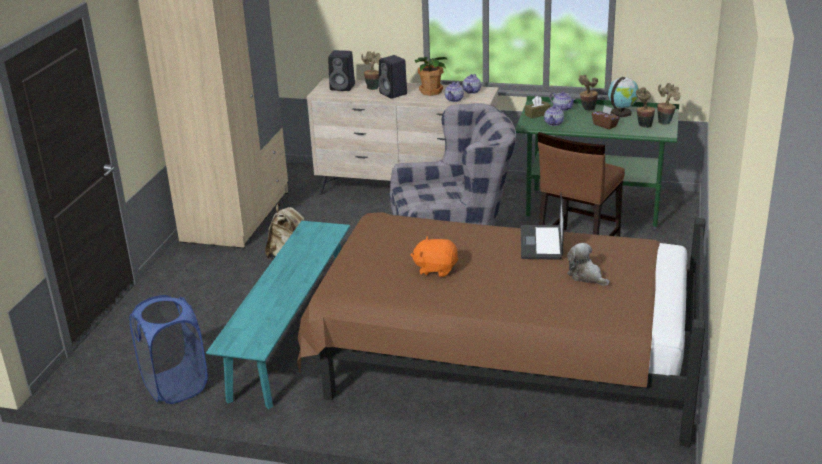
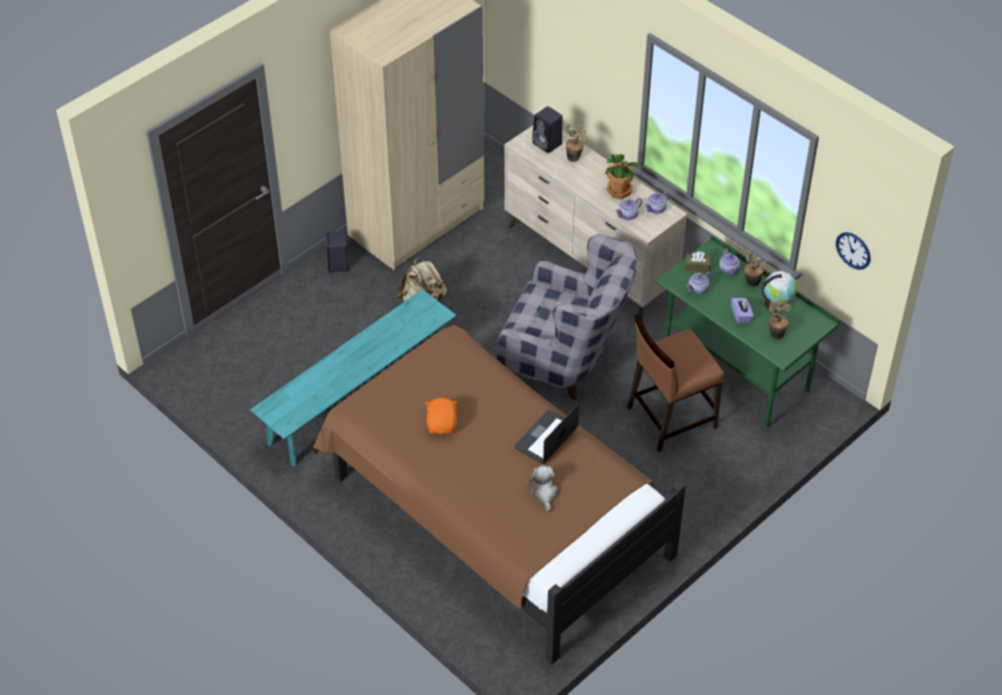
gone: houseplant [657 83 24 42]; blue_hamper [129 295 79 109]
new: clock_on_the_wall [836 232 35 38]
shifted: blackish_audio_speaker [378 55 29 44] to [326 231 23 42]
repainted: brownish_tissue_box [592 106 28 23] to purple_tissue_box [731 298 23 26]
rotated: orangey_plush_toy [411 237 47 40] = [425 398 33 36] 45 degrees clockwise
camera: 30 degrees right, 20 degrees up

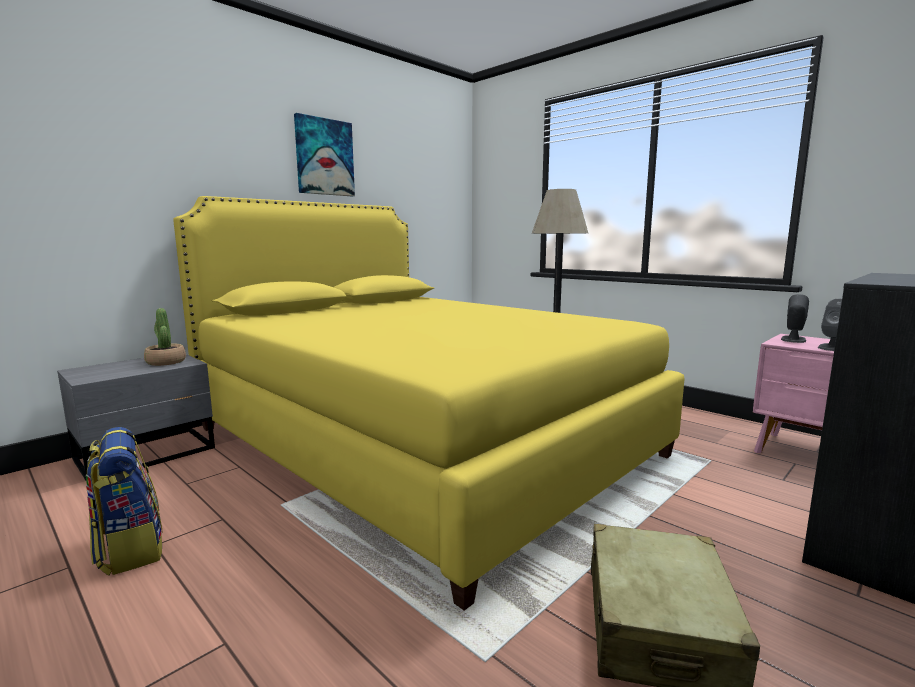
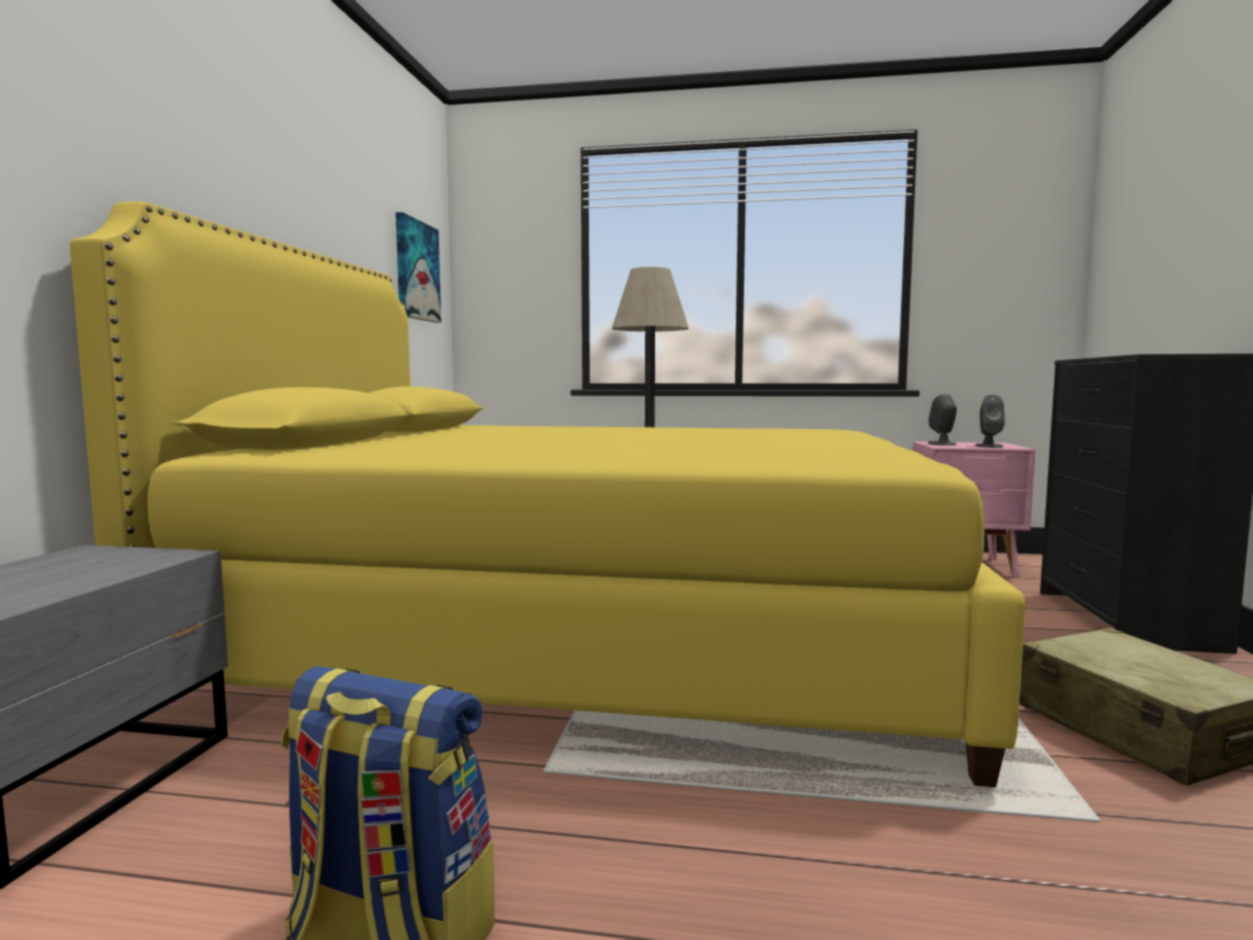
gone: houseplant [144 308 42 58]
shifted: wall_art [294 113 61 83] to [396 212 45 111]
camera: 35 degrees left, 5 degrees down

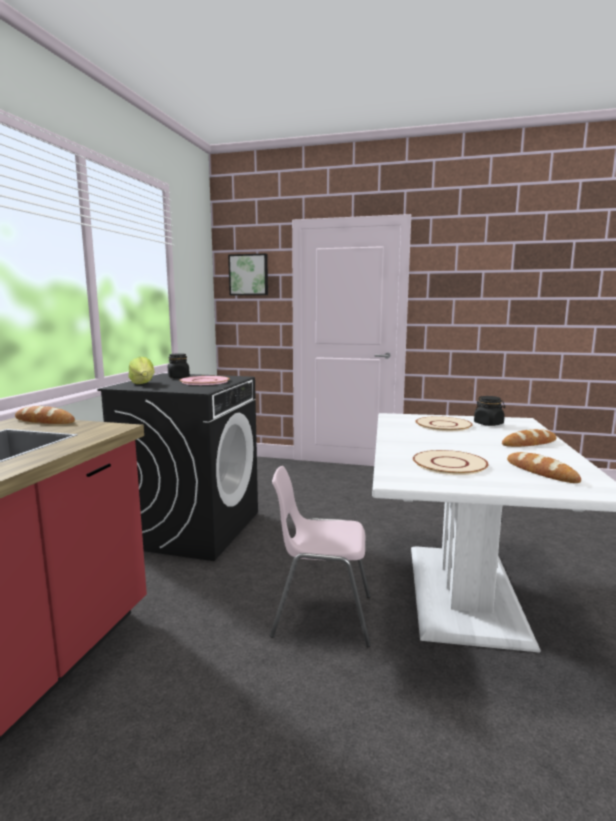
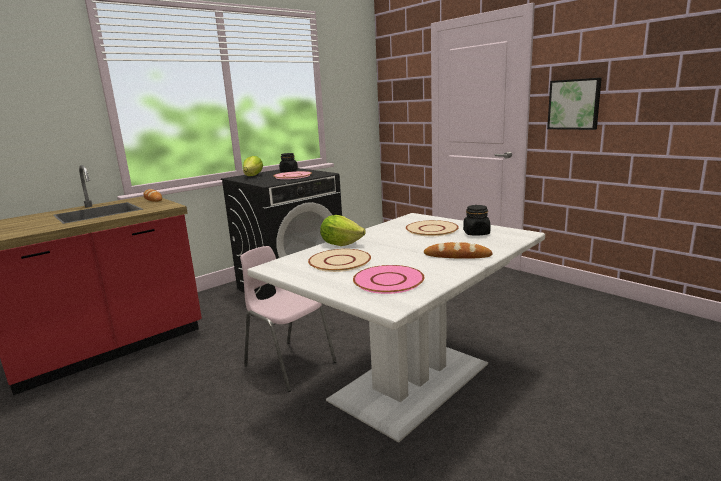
new: lettuce [320 215 46 31]
shifted: wall_art [228 254 40 41] to [547 78 55 52]
swapped: baked_bread [507 452 74 31] to pink-coloured_flat_dish [353 265 72 29]
camera: 35 degrees right, 5 degrees up

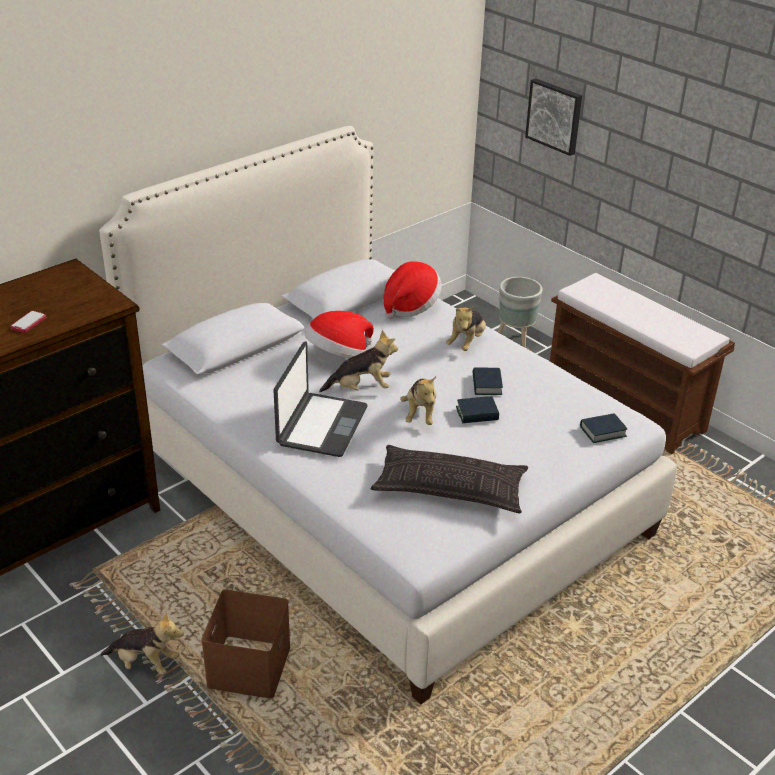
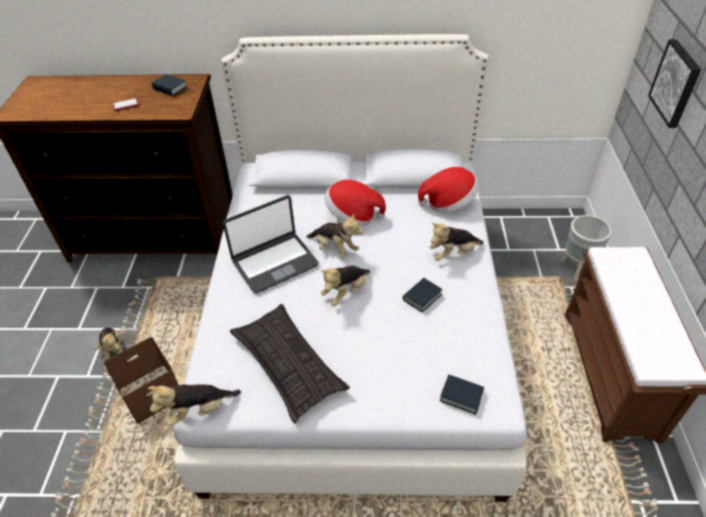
new: plush_toy [148 384 93 42]
shifted: bound_book [456 396 43 27] to [152 74 35 22]
camera: 45 degrees right, 10 degrees up

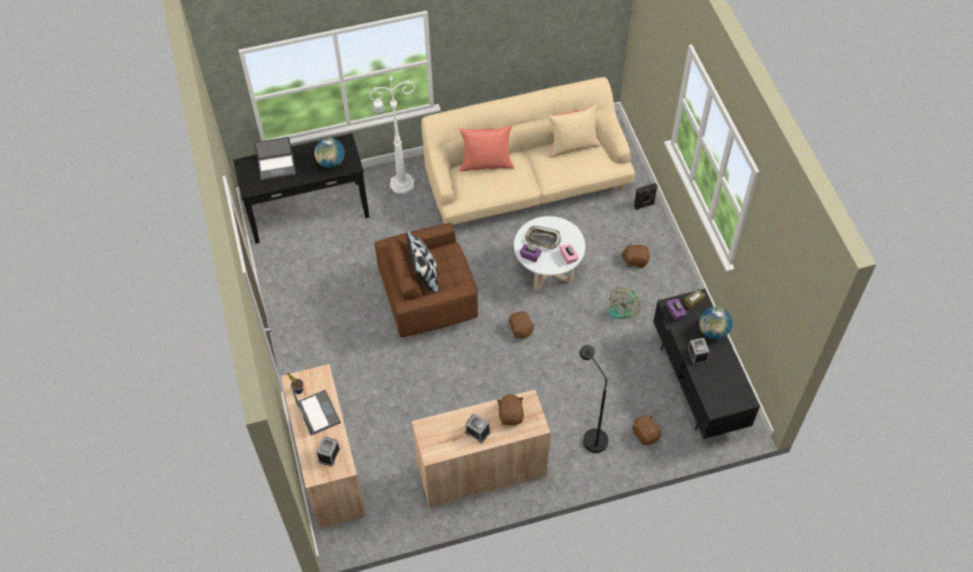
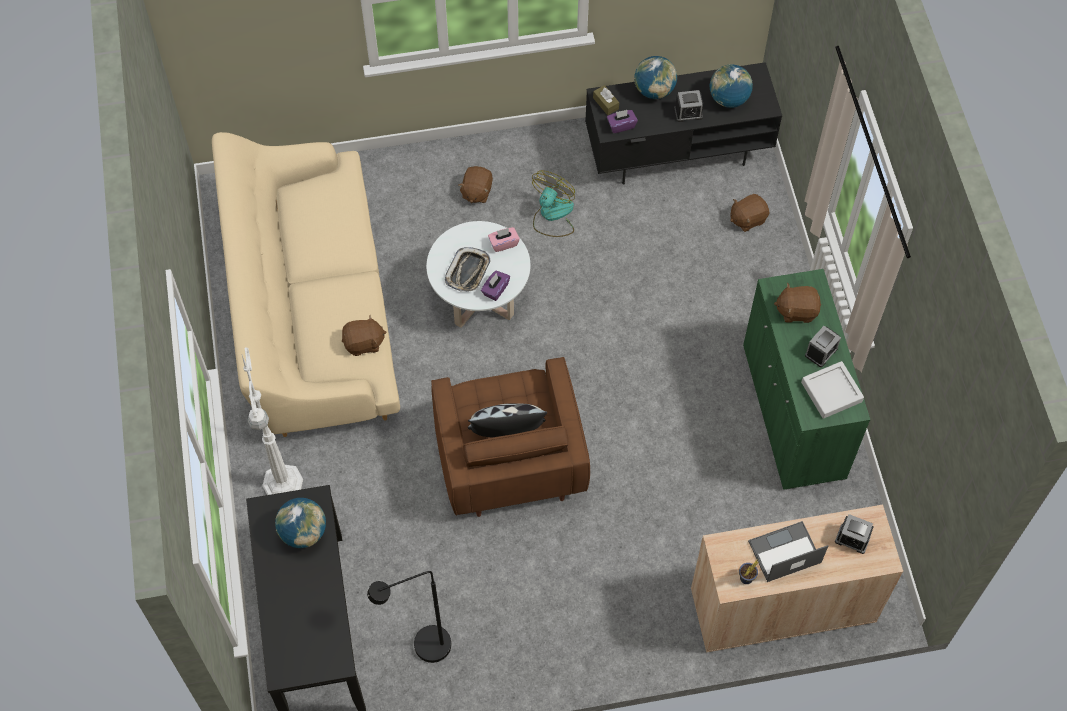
gone: sand-coloured_pillow [548 104 53 54]; red-coloured_pillow [459 126 55 45]; laptop [254 137 42 43]; blackish_audio_speaker [634 183 24 27]
new: desk_globe [710 64 43 44]; gray_carrying_tray [801 361 63 58]
shifted: brownish_plush_toy [509 311 26 28] to [342 314 45 42]; blackish_standard_lamp [580 345 29 108] to [367 571 84 92]
repainted: sand-coloured_cabinet [412 389 138 119] to green-coloured_cabinet [743 269 127 221]
rotated: electric_fan [608 287 33 32] = [532 170 43 67] 105 degrees counterclockwise
camera: 85 degrees left, 5 degrees up

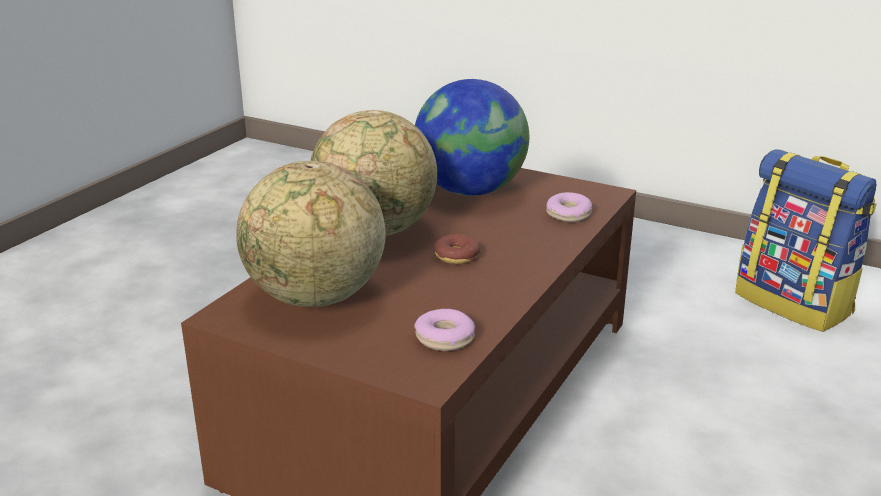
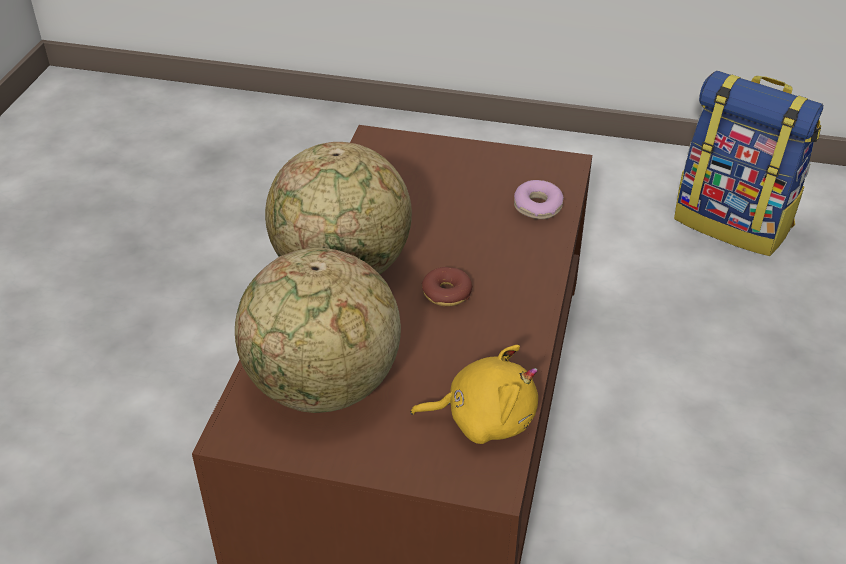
gone: desk_globe [415 79 114 117]
swapped: donut [414 309 61 42] to yellow-coloured_plush_toy [411 345 127 99]
camera: 15 degrees left, 15 degrees up

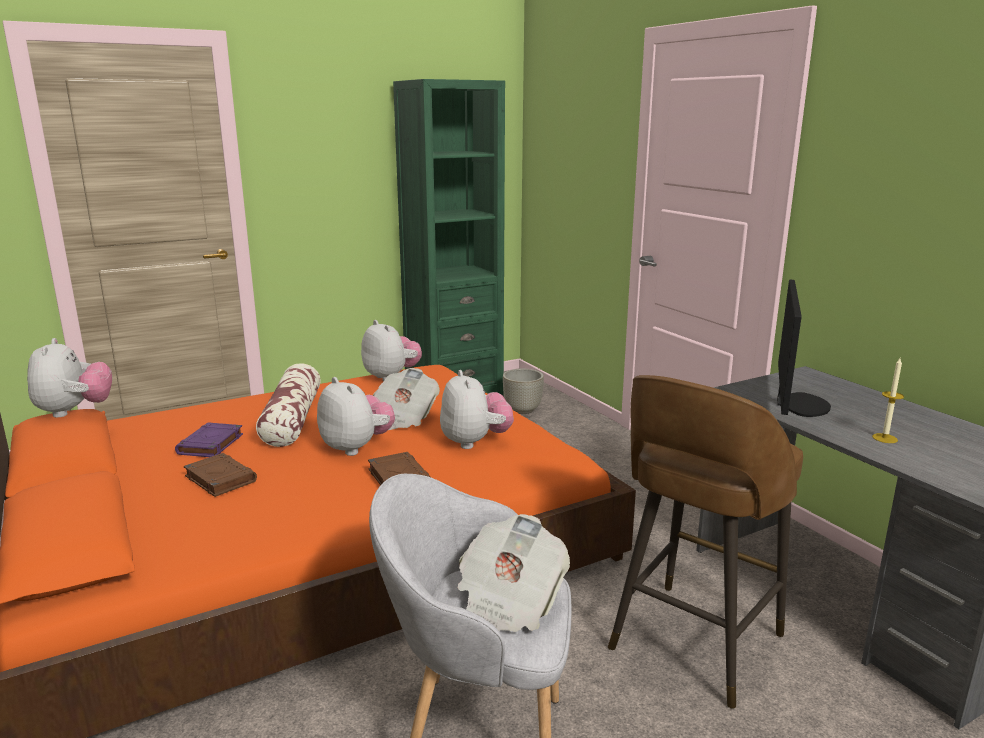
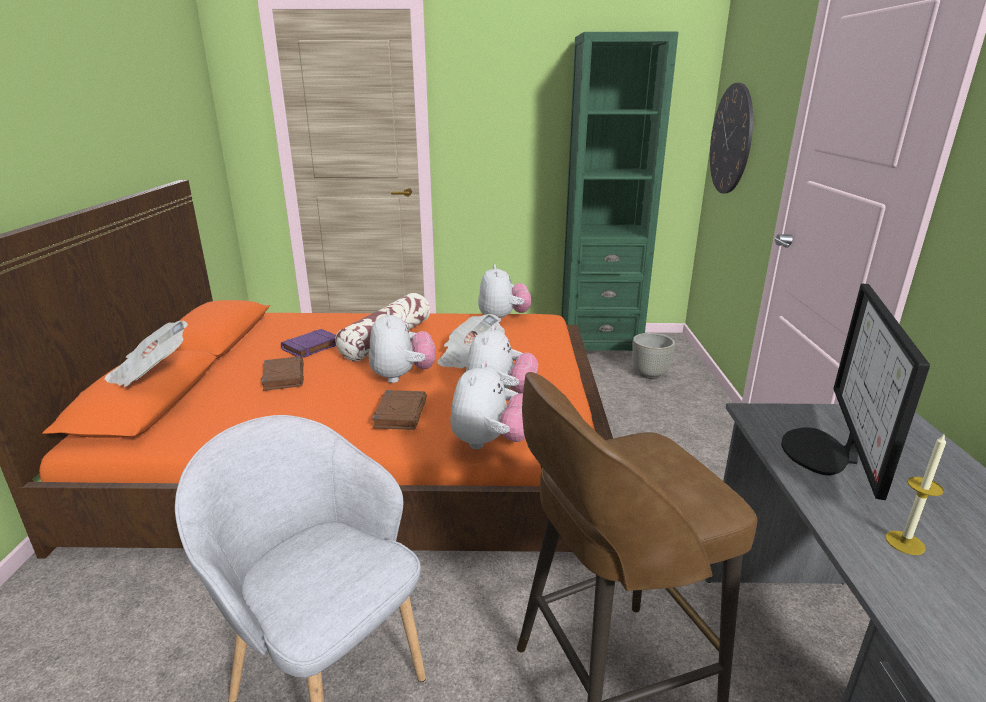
new: clock_on_the_wall [710 83 43 110]
shifted: plush_toy [27 338 85 79] to [451 361 74 88]; daily_paper [458 514 112 118] to [104 321 84 66]
rotated: computer_screen [777 280 54 137] = [781 283 149 217] 150 degrees clockwise
camera: 30 degrees right, 5 degrees up

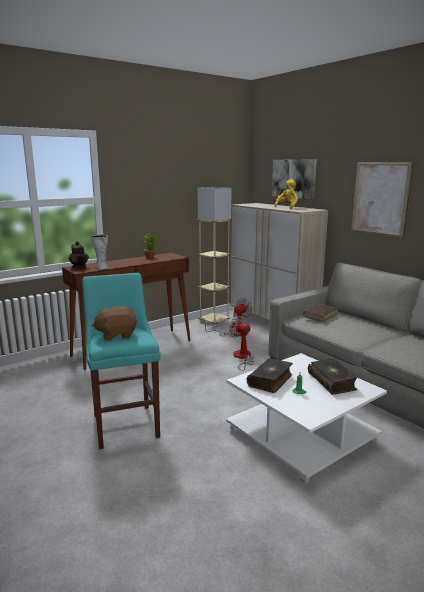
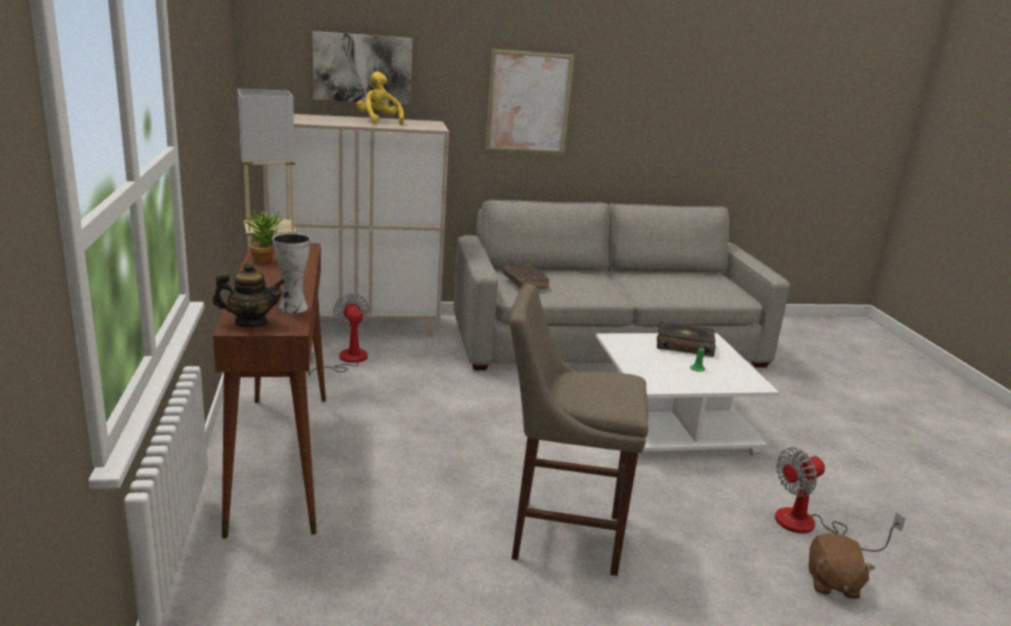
gone: bound_book [247 358 46 35]
shifted: brownish_plush_toy [92 306 45 34] to [809 533 66 66]; electric_fan [229 316 25 55] to [775 448 130 104]
repainted: turquoise-coloured_stool [82 273 79 176] to sand-coloured_stool [510 284 139 292]
camera: 65 degrees left, 5 degrees up

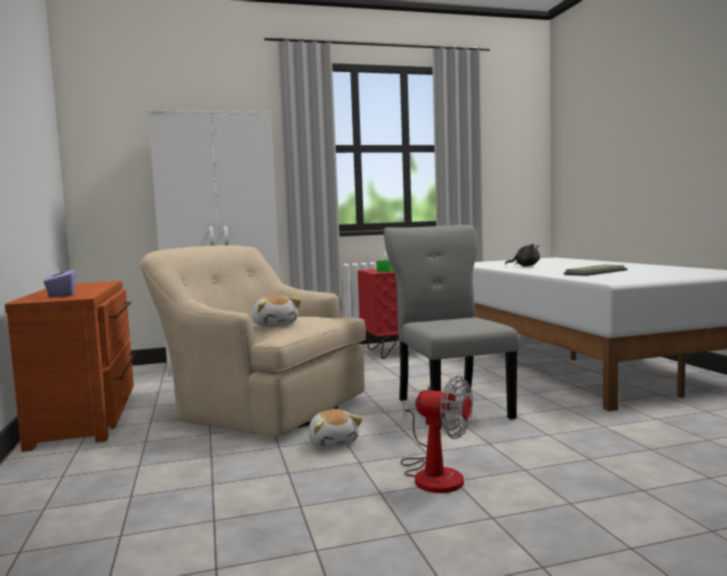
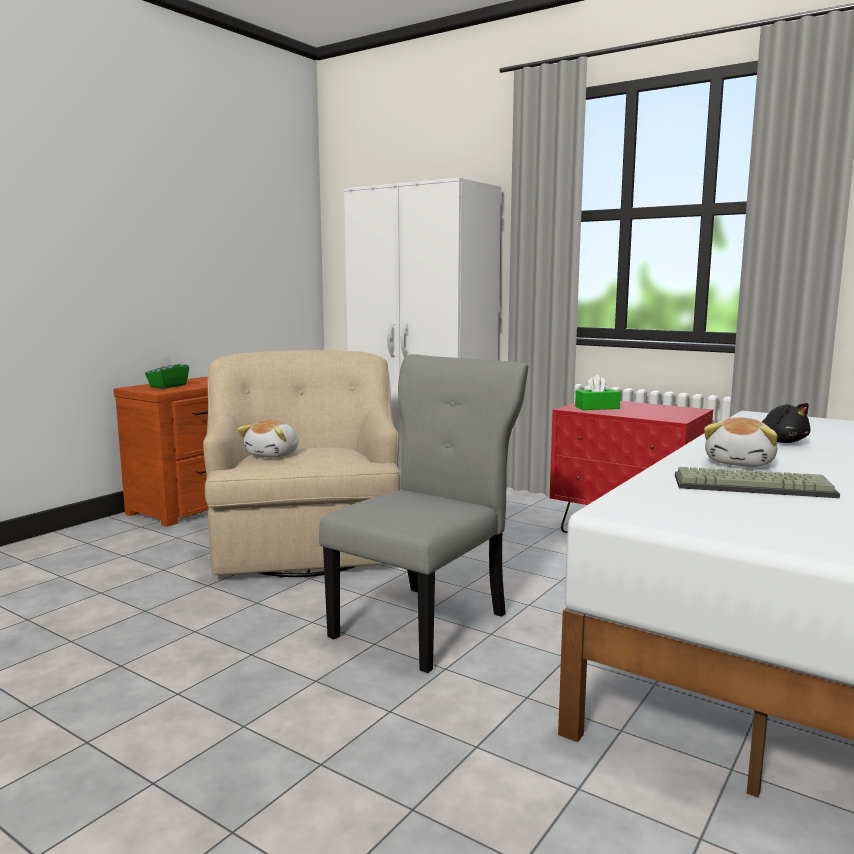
gone: electric_fan [401 375 72 118]
shifted: plush_toy [308 409 54 39] to [704 417 74 50]
repainted: purple_tissue_box [43 263 33 34] to green-coloured_tissue_box [145 356 44 32]
camera: 50 degrees right, 5 degrees up

